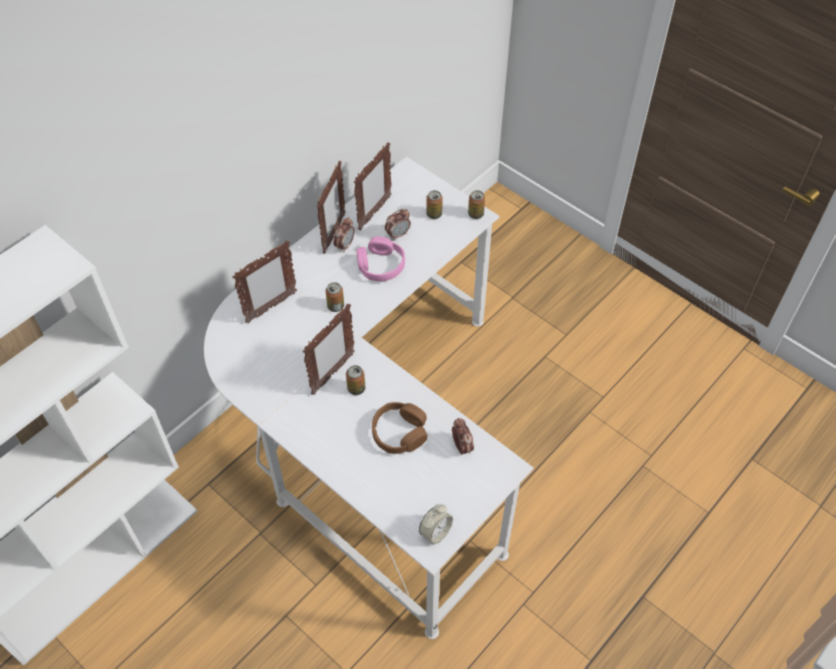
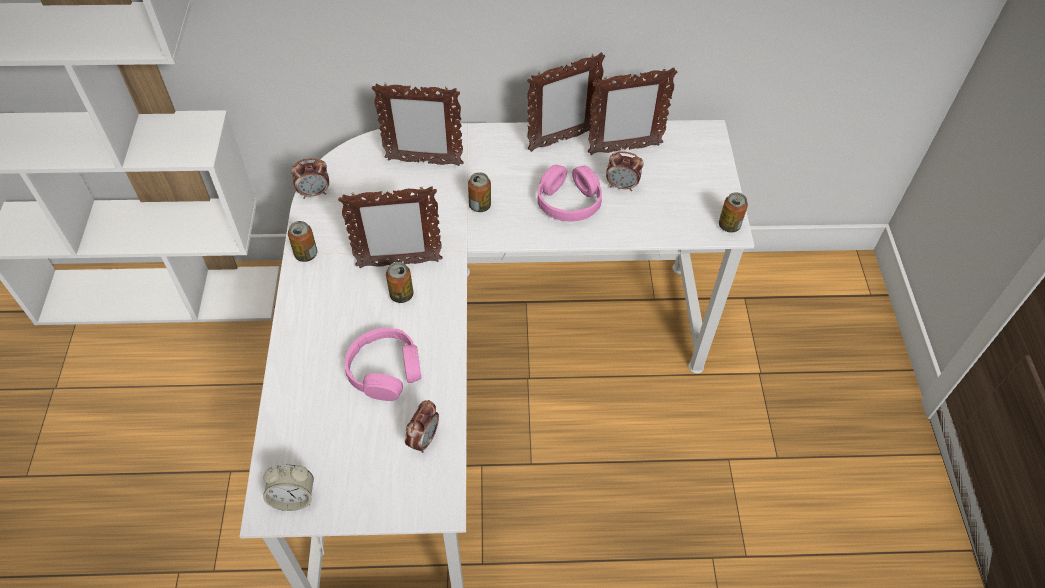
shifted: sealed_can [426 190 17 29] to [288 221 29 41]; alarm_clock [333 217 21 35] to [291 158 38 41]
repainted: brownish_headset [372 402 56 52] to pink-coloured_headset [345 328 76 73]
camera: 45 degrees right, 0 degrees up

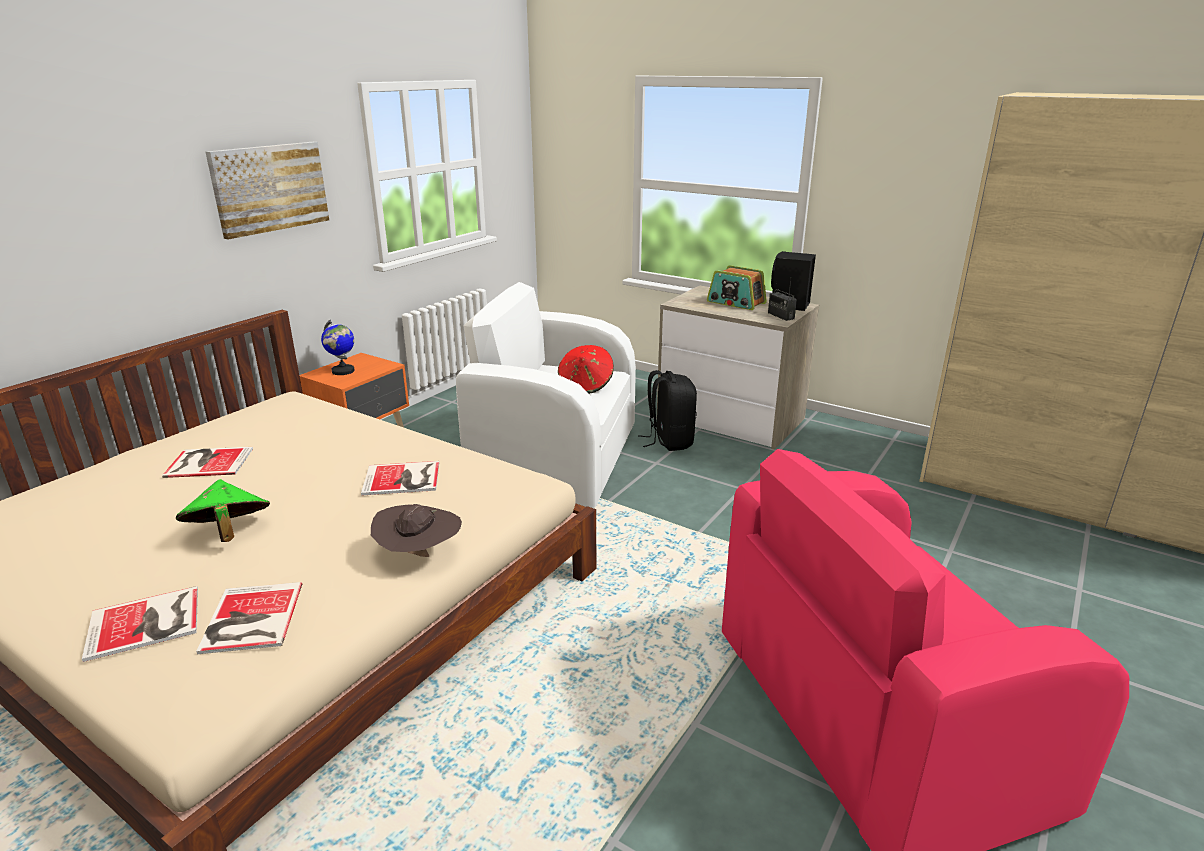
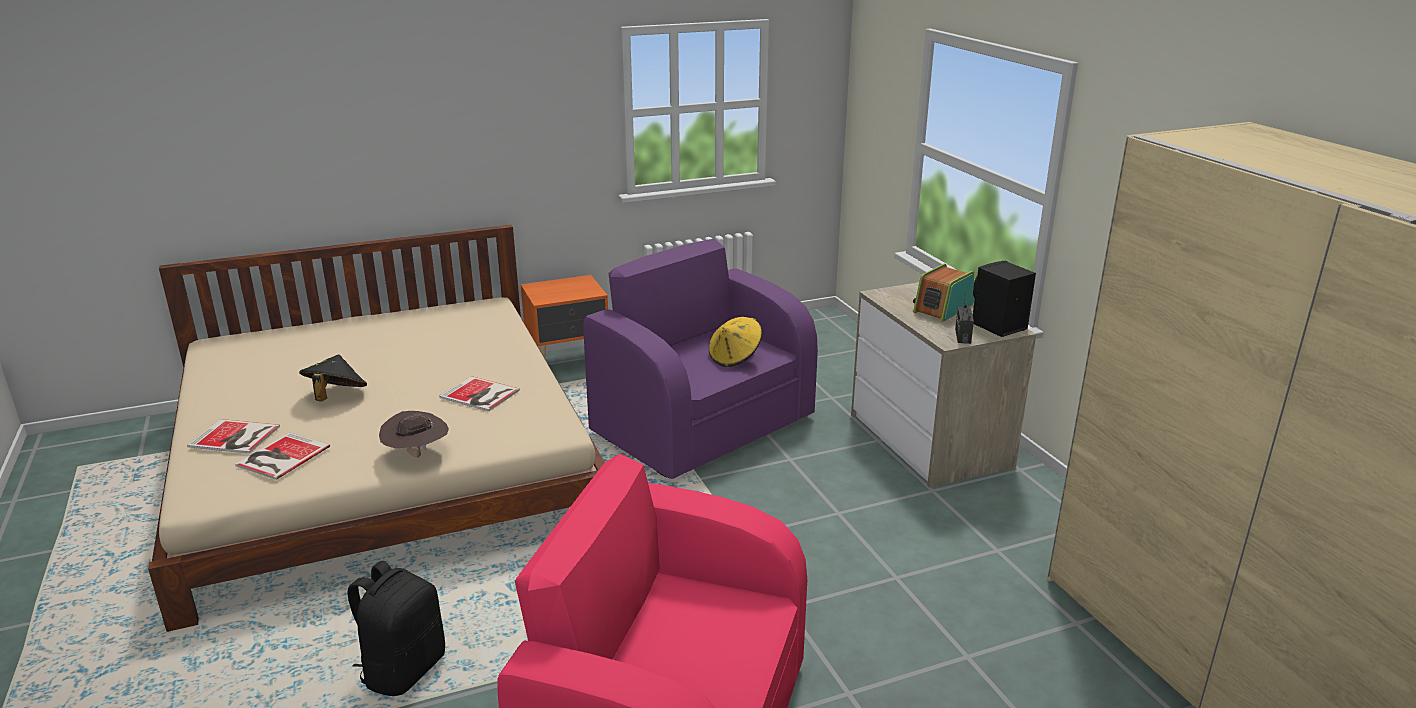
gone: wall_art [206 142 123 98]; desk_globe [321 320 34 55]; bound_book [162 447 91 31]
shifted: blackish_rucksack [638 370 59 81] to [348 561 97 135]
repainted: white-coloured_lounge_chair [456 282 180 226] to purple_lounge_chair [583 239 235 240]; red-coloured_clothing_hat [558 345 56 49] to yellow-coloured_clothing_hat [709 317 53 50]; green-coloured_clothing_hat [176 479 94 63] to blackish_clothing_hat [299 355 68 47]
rotated: radio_set [707 265 60 45] = [913 264 61 58] 60 degrees clockwise
camera: 35 degrees right, 0 degrees up

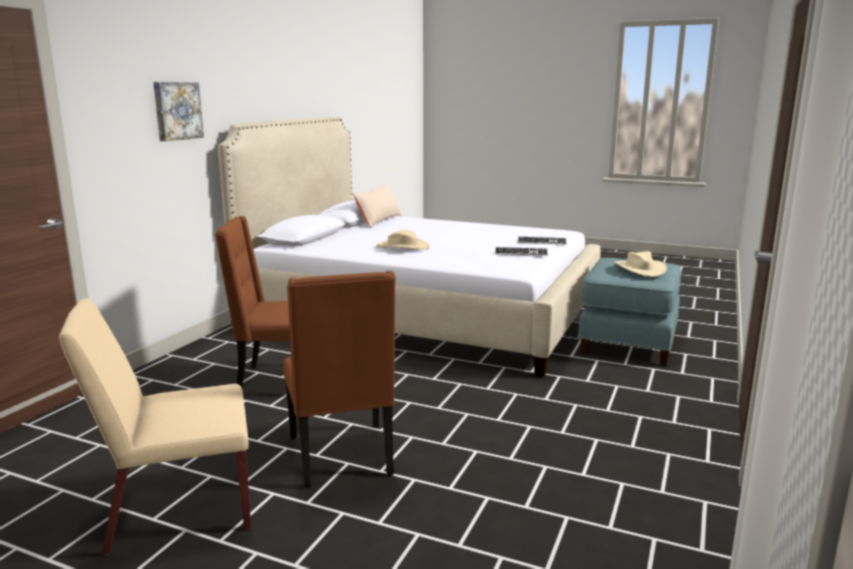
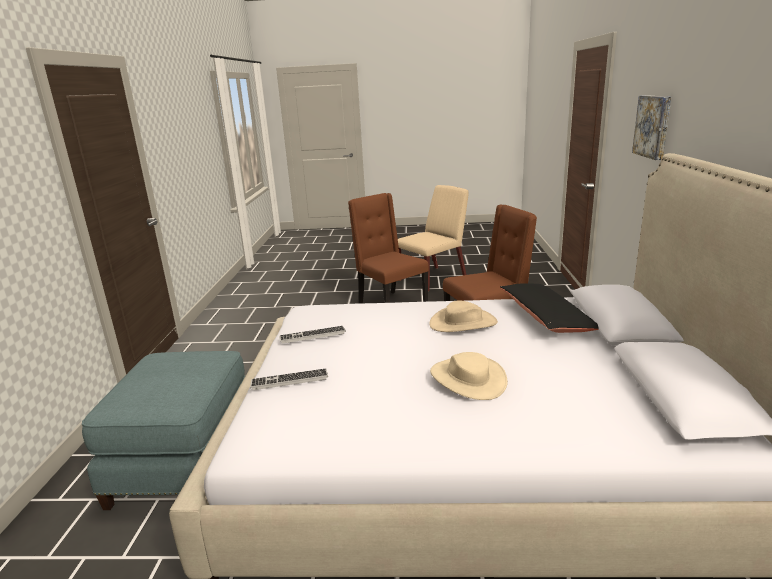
gone: sand-coloured_pillow [353 184 48 44]
new: blackish_pillow [500 283 99 50]
shifted: sand-coloured_clothing_hat [615 251 52 26] to [430 352 78 48]
camera: 160 degrees right, 5 degrees up

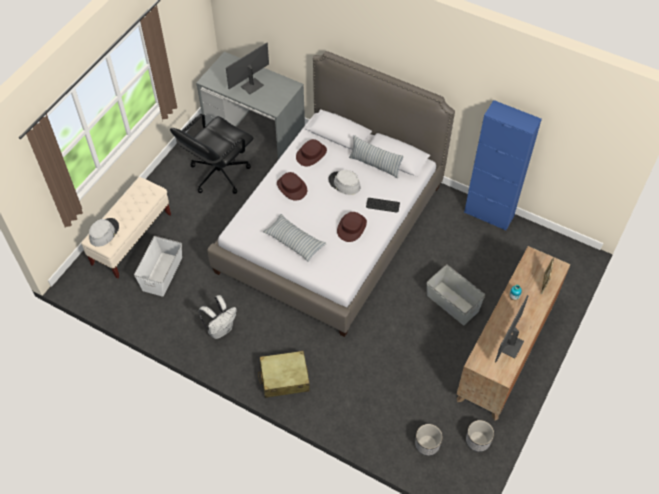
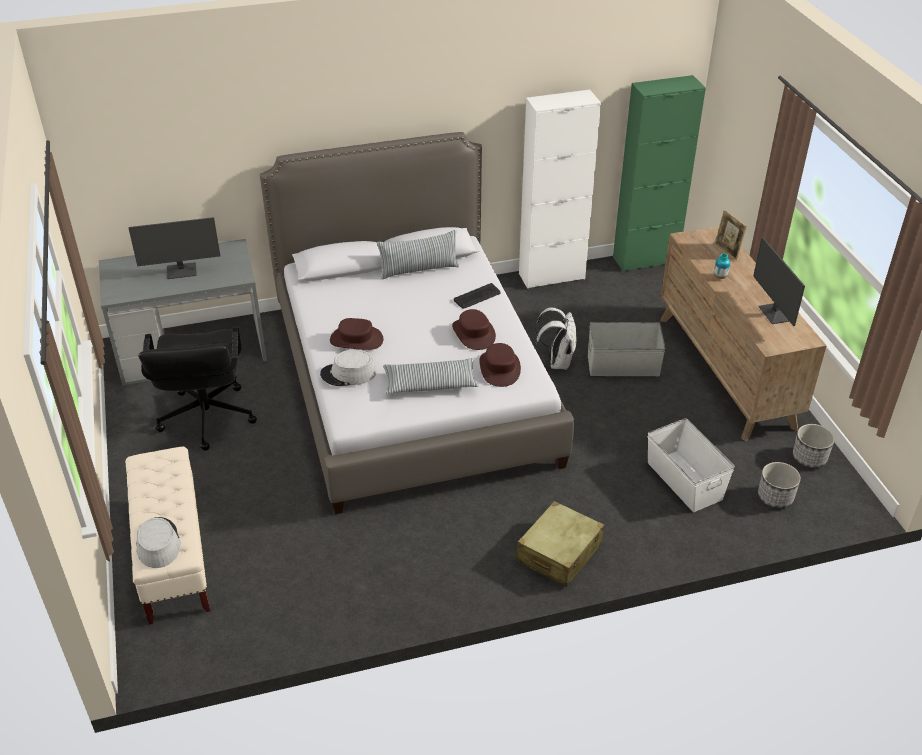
new: green-coloured_cabinet [613 75 93 197]
shifted: brownish_clothing_hat [296 139 31 27] to [479 343 42 44]; gray_clothing_hat [329 170 32 25] to [320 350 56 36]; white-coloured_storage_bin [134 236 48 61] to [647 418 88 94]; white-coloured_rucksack [199 295 38 44] to [535 308 42 62]
repainted: blue_cabinet [464 100 78 131] to white-coloured_cabinet [519 90 82 199]
rotated: computer_screen [226 43 43 51] = [128 217 92 62] 105 degrees counterclockwise
camera: 45 degrees left, 15 degrees down

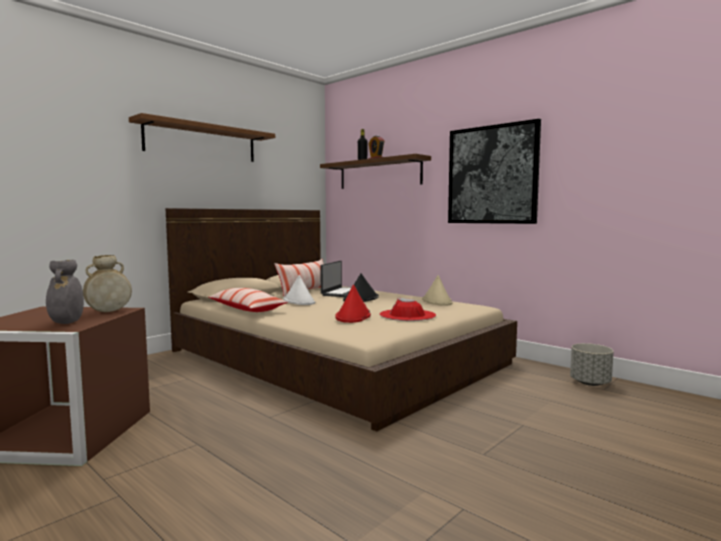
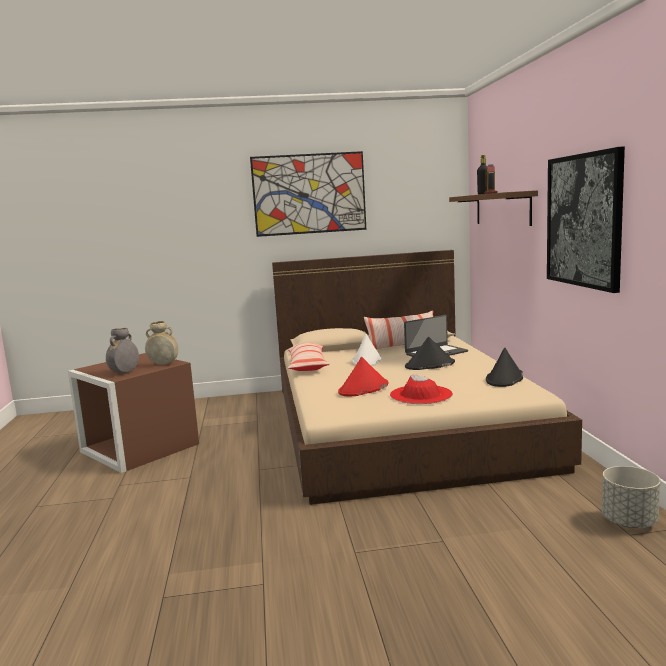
swapped: brownish_shelf [129 113 146 49] to wall_art [250 151 116 86]
repainted: sand-coloured_clothing_hat [422 275 31 31] to blackish_clothing_hat [486 348 37 39]
camera: 40 degrees right, 5 degrees up

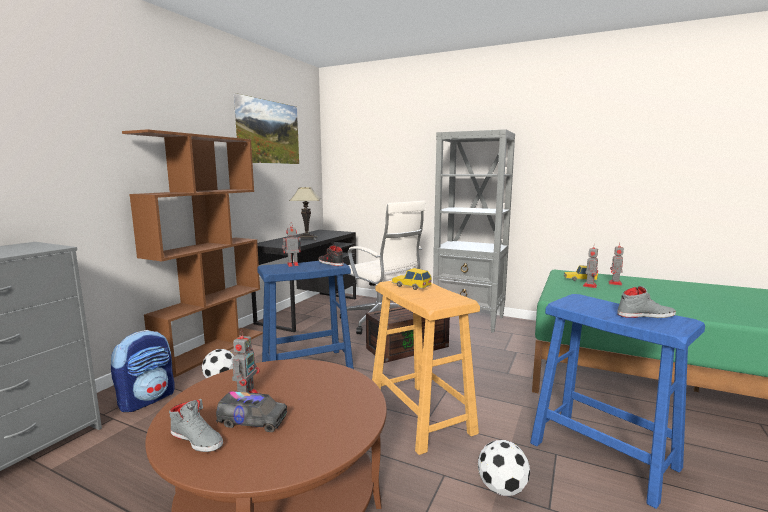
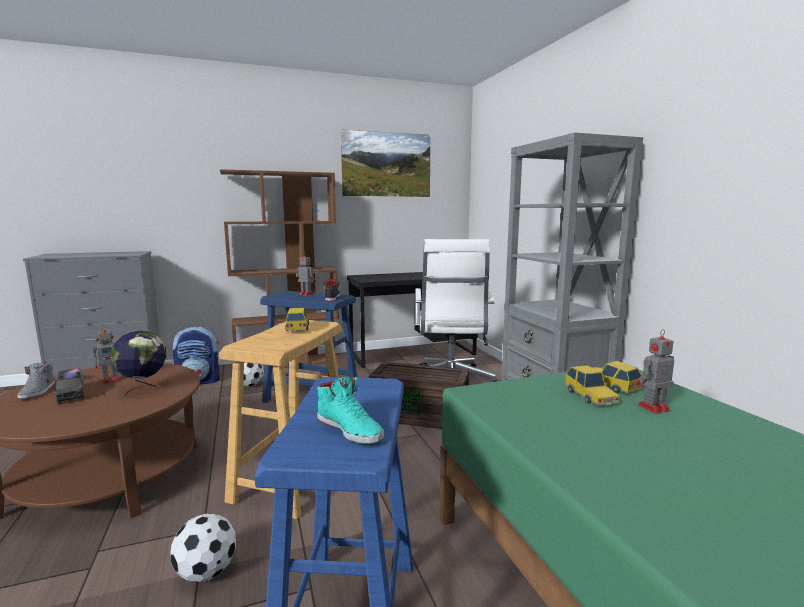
gone: table_lamp [289 187 32 53]
new: desk_globe [111 331 55 67]
swapped: toy_robot [583 247 15 41] to model_car [564 366 56 39]
repainted: gray_shoe [617 286 59 32] to turquoise-coloured_shoe [317 377 67 67]
camera: 45 degrees right, 0 degrees up

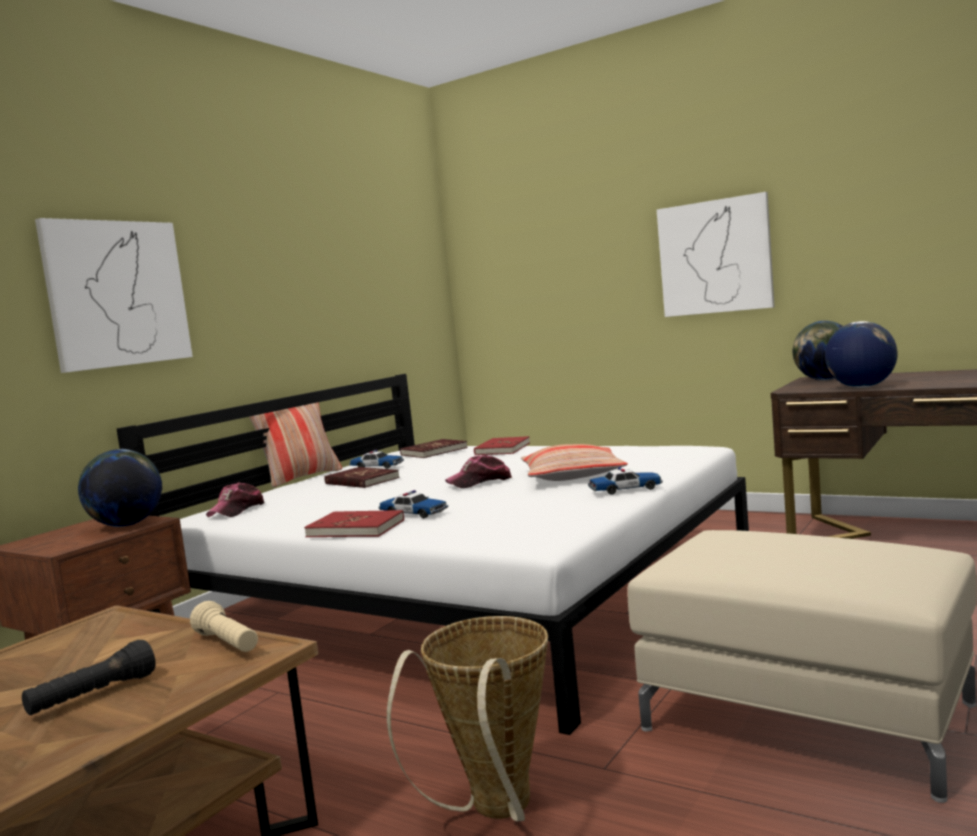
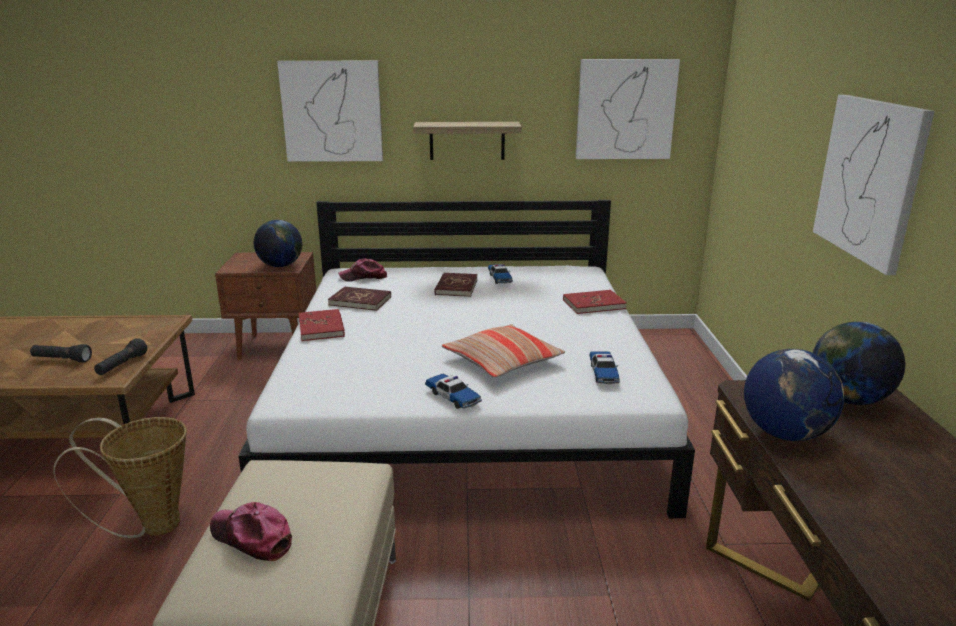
gone: pillow [249 402 93 86]
new: wall_art [576 59 104 100]; shelf [413 122 109 38]
shifted: red-coloured_bound_book [400 439 67 19] to [328 287 63 24]; peaked_cap [445 455 67 33] to [210 502 82 59]; model_car [379 490 69 28] to [589 351 31 33]
repainted: sand-coloured_hand_torch [190 601 68 51] to blackish_hand_torch [94 338 53 37]
camera: 55 degrees right, 15 degrees up

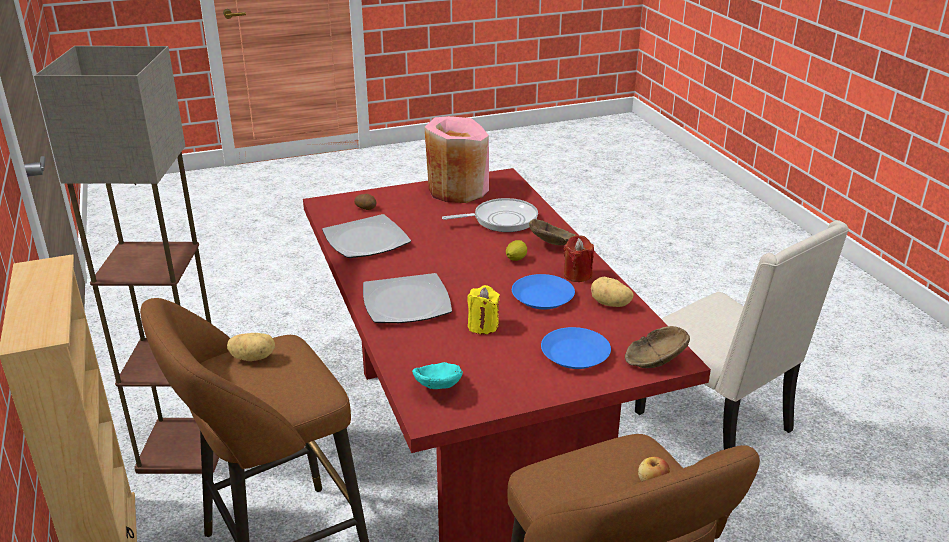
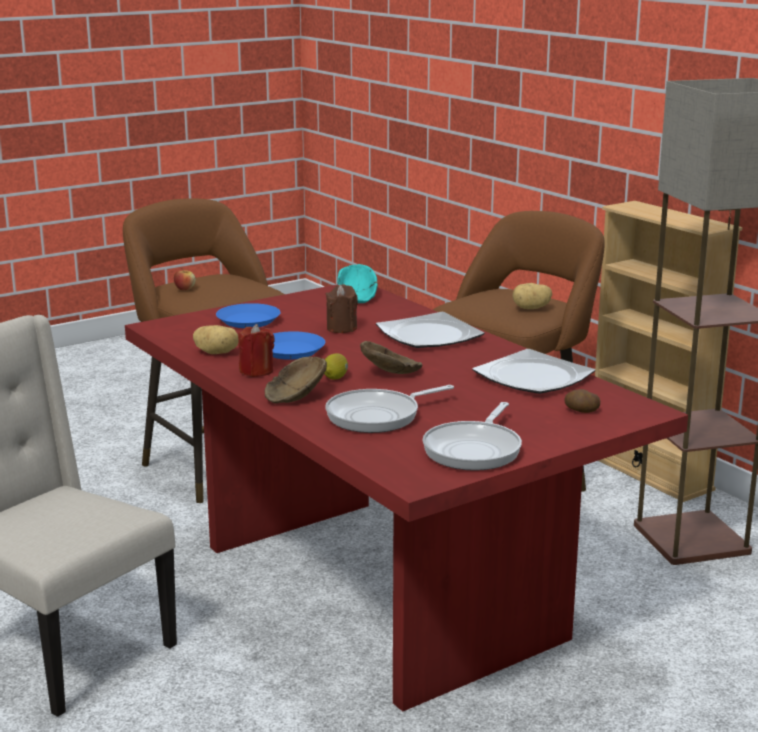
shifted: brownish_serving_bowl [625 326 65 42] to [360 341 62 33]
swapped: pink-coloured_decorative_vase [424 116 65 87] to skillet [422 402 100 69]
repainted: yellow-coloured_candle [467 285 33 49] to brownish_candle [326 284 32 49]
camera: 165 degrees right, 10 degrees down

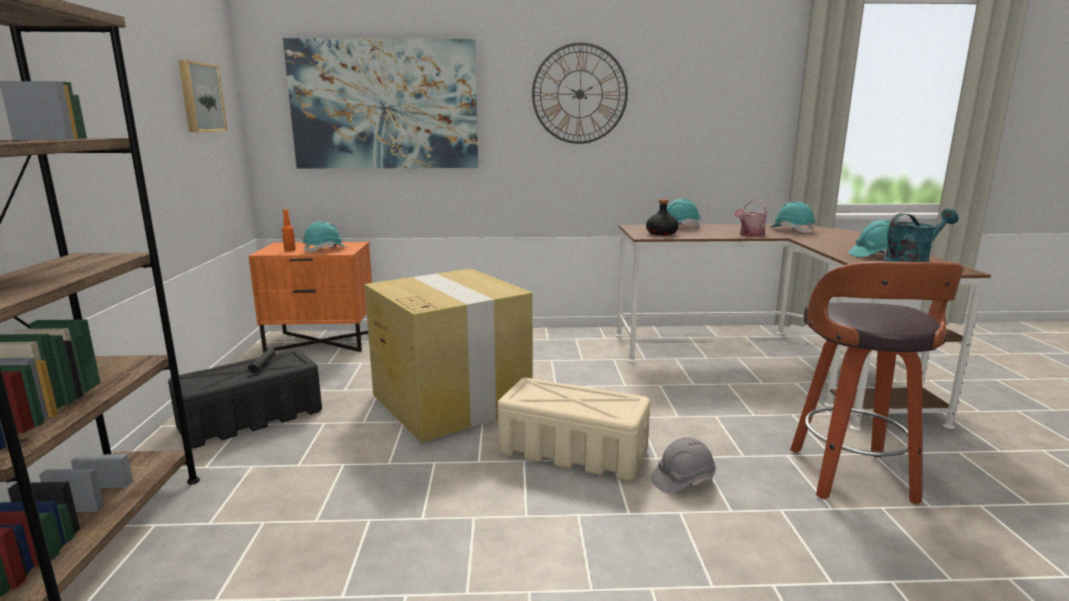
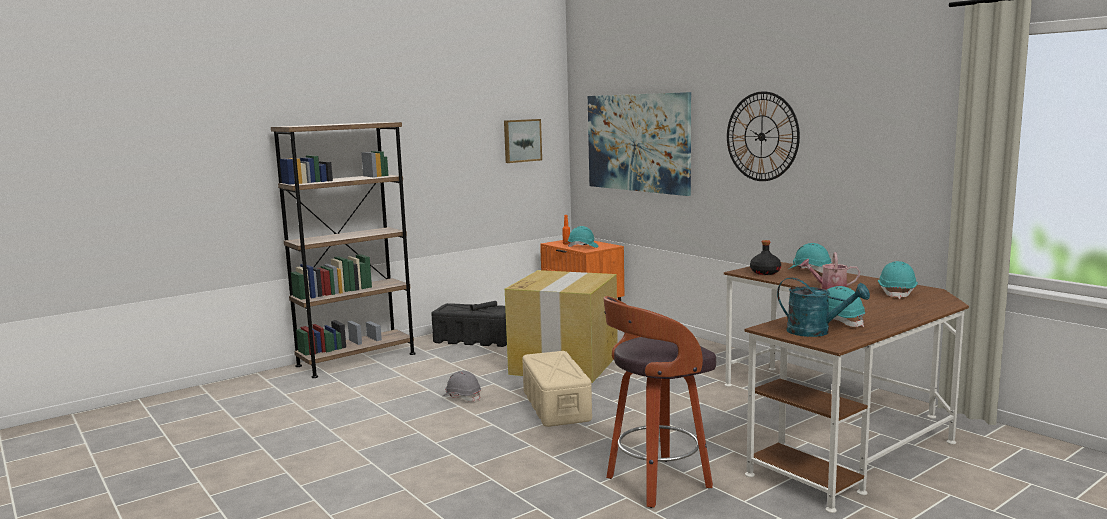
shifted: gray_hard_hat [651 437 65 56] to [443 371 38 31]
camera: 55 degrees right, 5 degrees down

